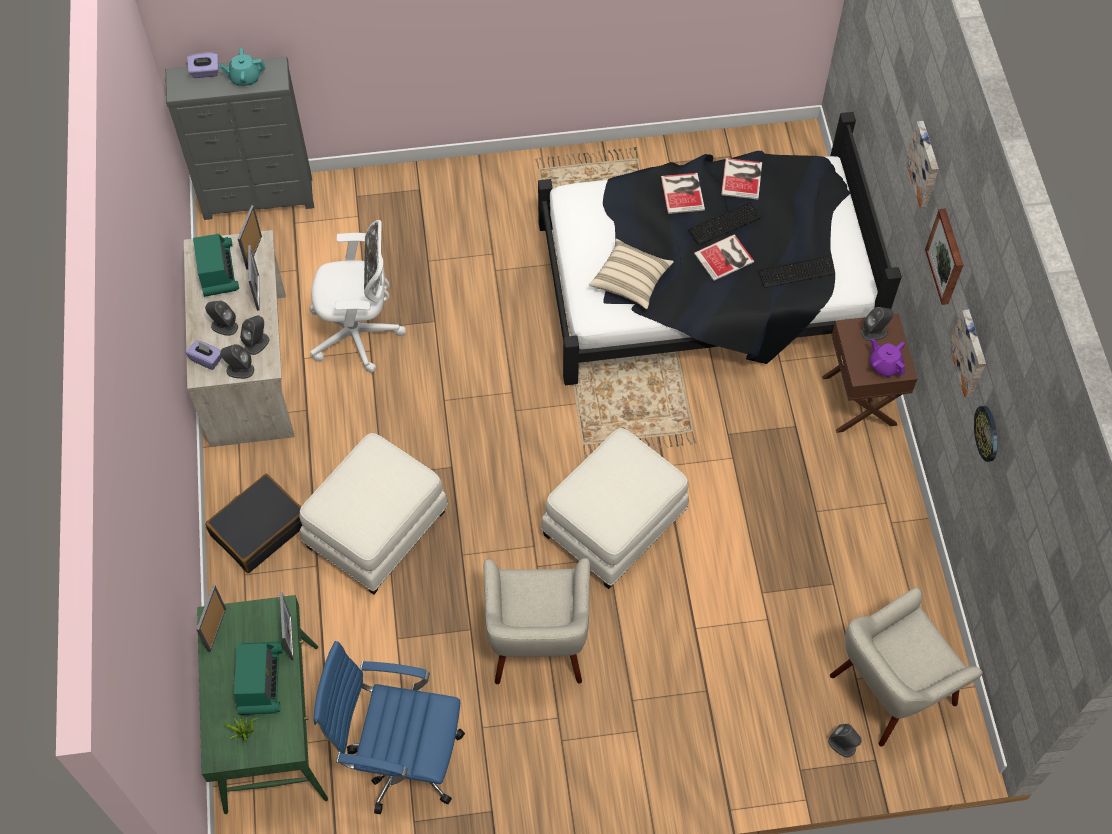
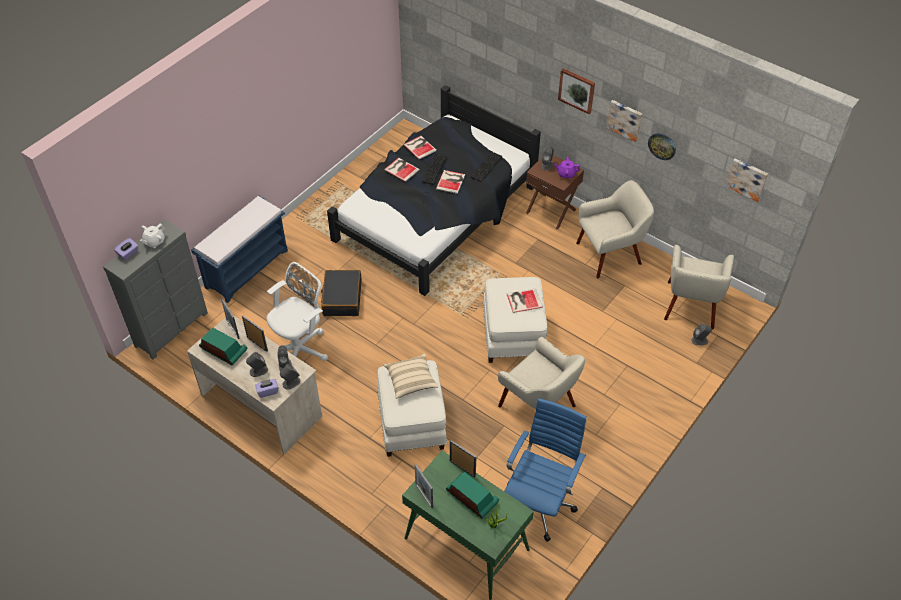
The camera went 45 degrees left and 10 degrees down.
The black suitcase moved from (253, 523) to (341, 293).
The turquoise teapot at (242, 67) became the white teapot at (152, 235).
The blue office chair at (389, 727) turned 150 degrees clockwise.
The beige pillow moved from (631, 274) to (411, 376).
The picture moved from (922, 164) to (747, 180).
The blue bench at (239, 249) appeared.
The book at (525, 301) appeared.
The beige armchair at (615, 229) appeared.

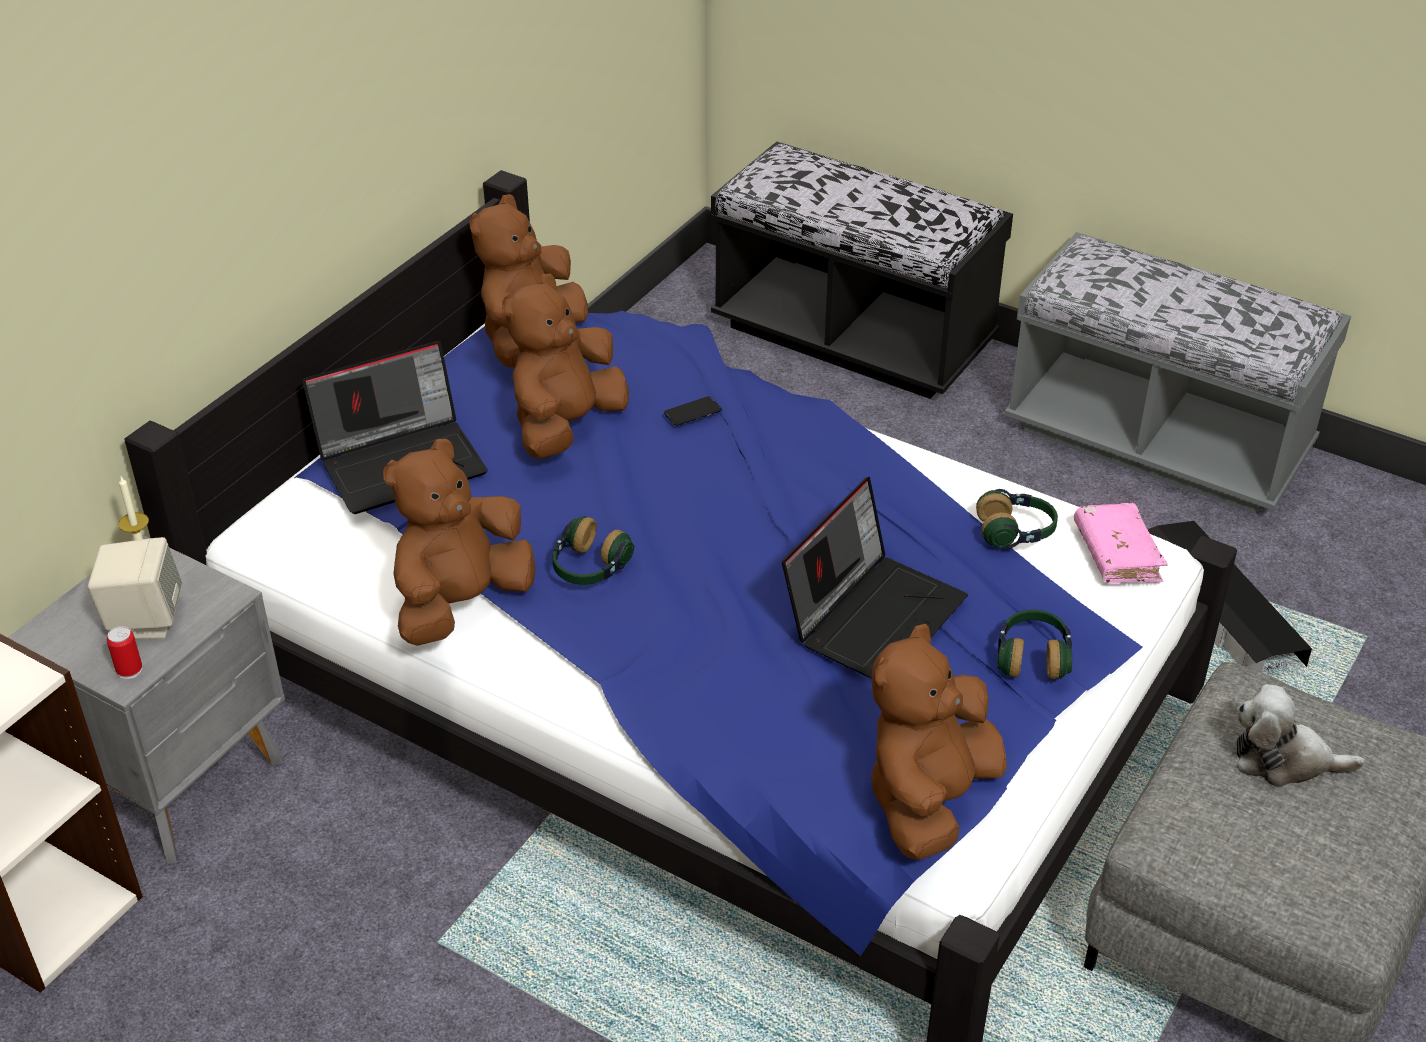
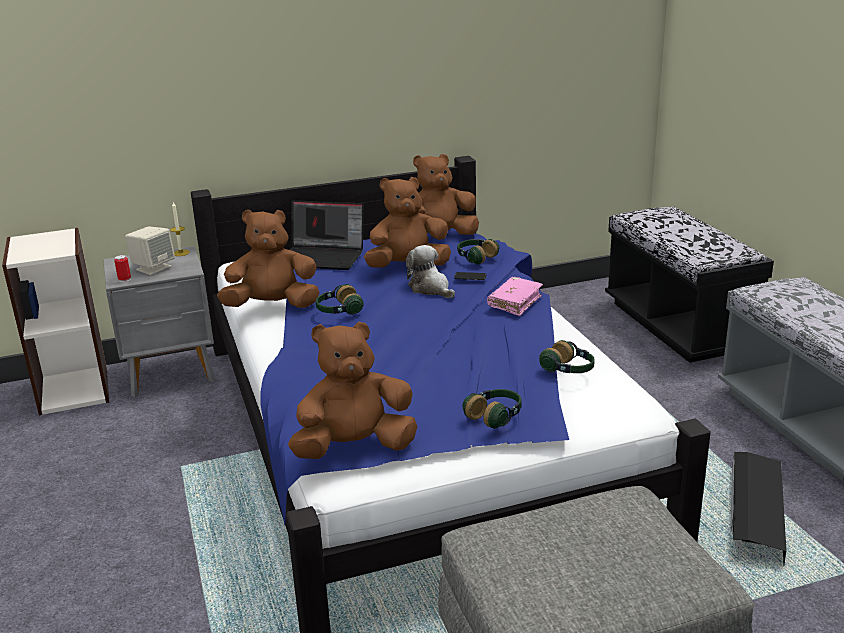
The camera went 40 degrees right and 15 degrees down.
The laptop at (875, 578) disappeared.
The pink book moved from (1121, 543) to (515, 296).
The plush toy moved from (1301, 735) to (430, 271).
The headphones at (478, 251) appeared.

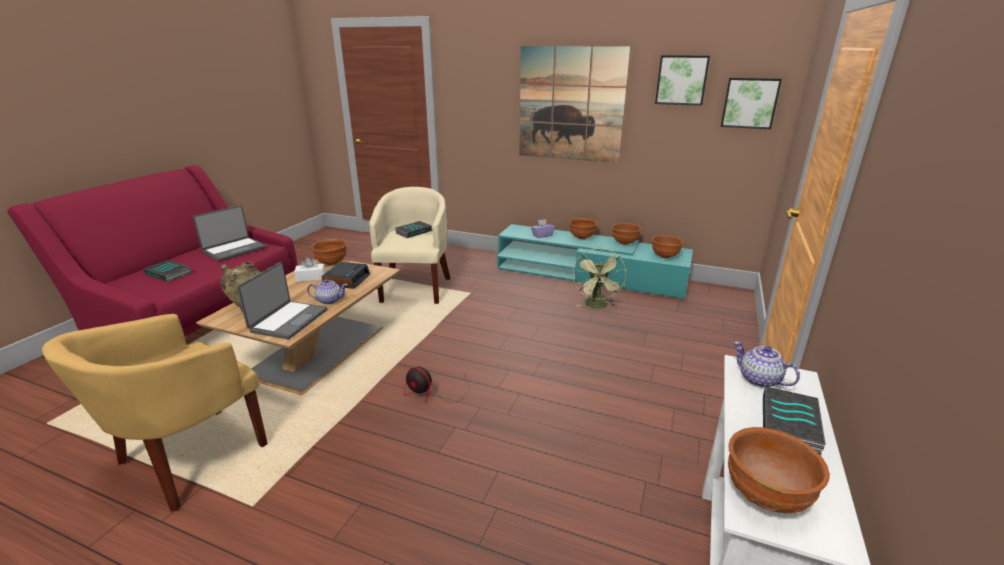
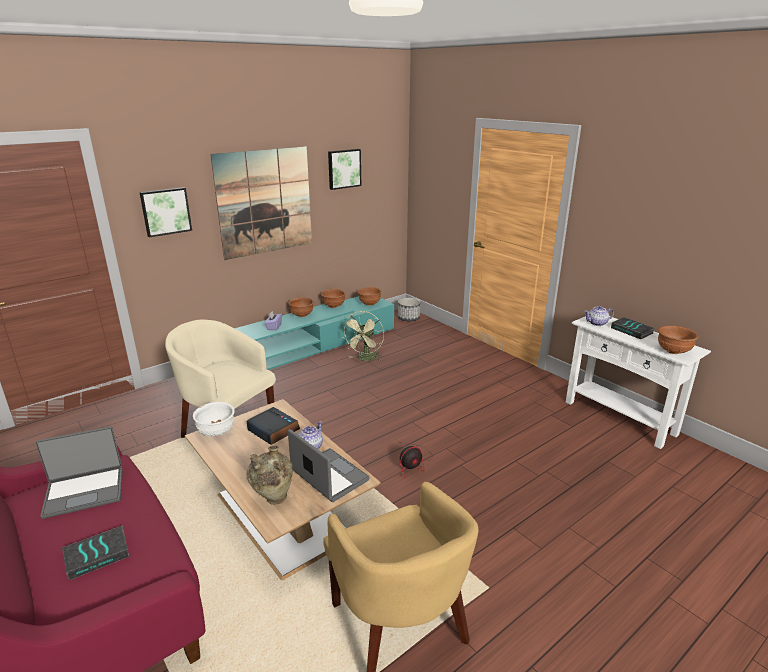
The camera went 60 degrees left and 0 degrees up.
The laptop at (229, 233) turned 90 degrees clockwise.
The white tissue box at (309, 269) disappeared.
The brown bowl at (329, 252) became the white bowl at (214, 419).
The book at (413, 229) disappeared.
The green fan at (599, 278) turned 75 degrees clockwise.
The picture moved from (751, 103) to (165, 212).
The planter at (409, 309) appeared.

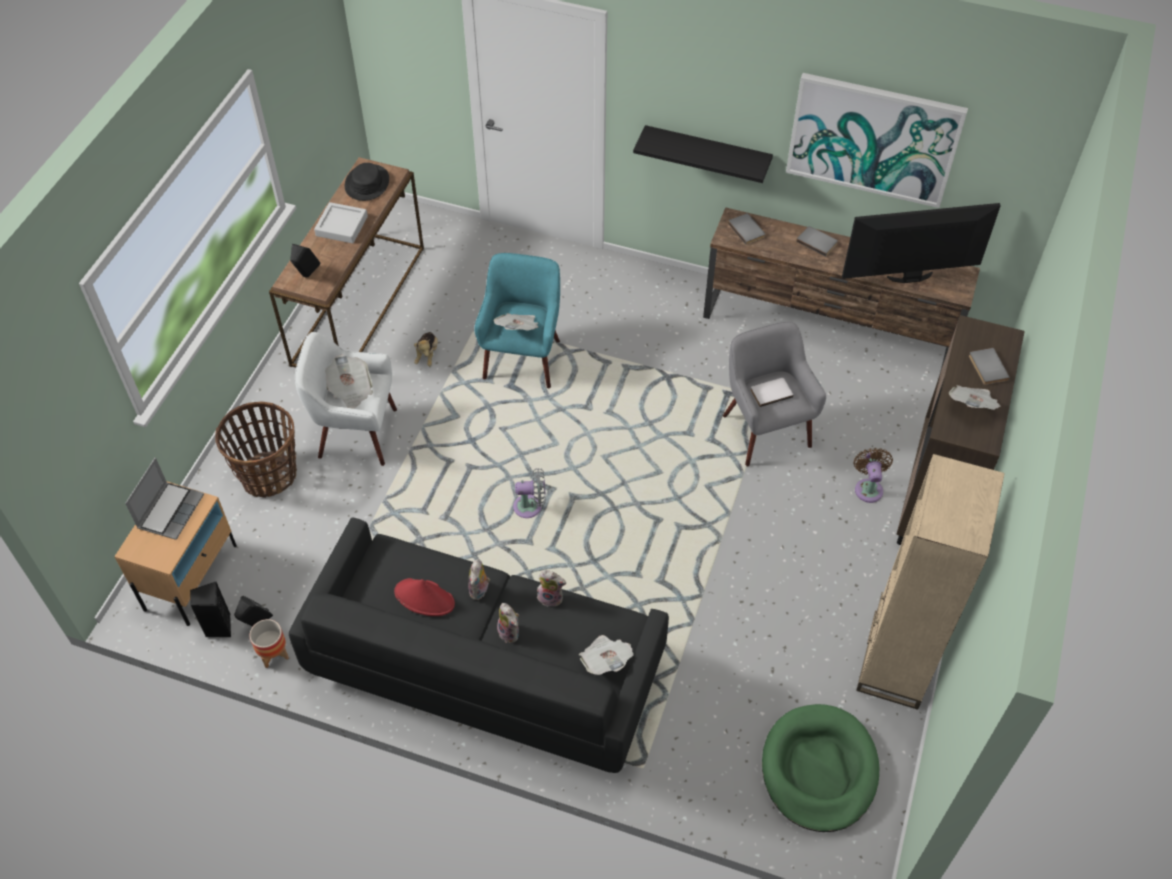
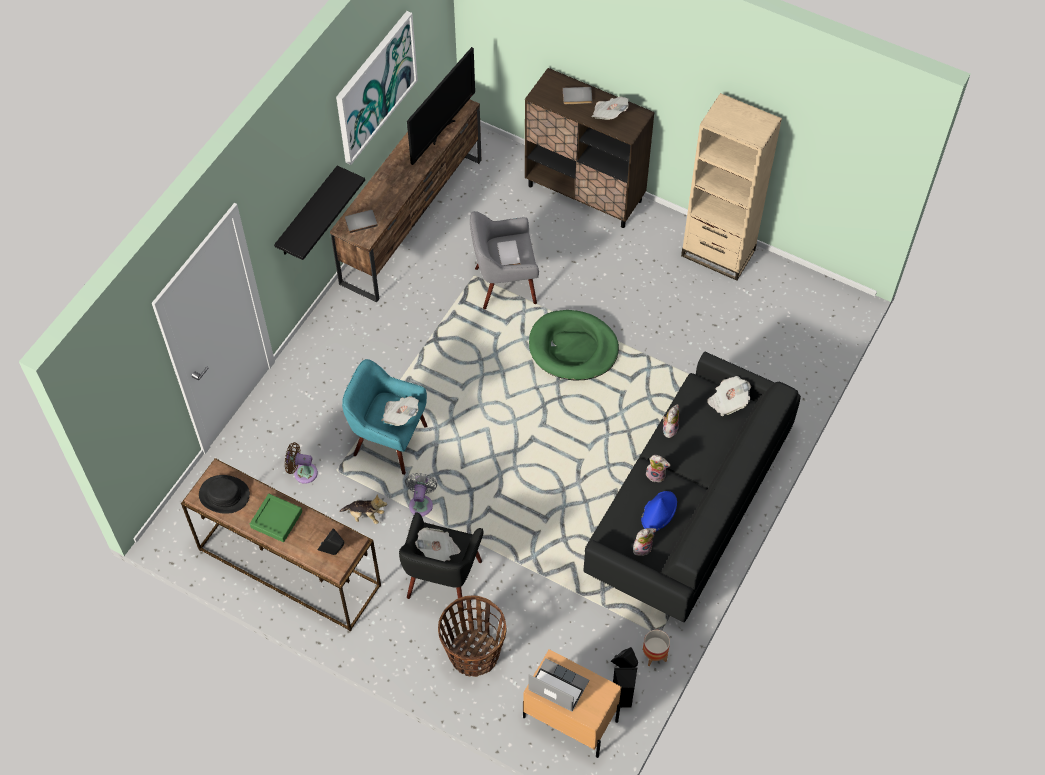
The camera went 80 degrees left and 5 degrees up.
The white armchair at (346, 399) became the black armchair at (441, 562).
The grey tray at (341, 222) became the green tray at (276, 518).
The red hat at (424, 597) became the blue hat at (659, 511).
The plush toy moved from (508, 623) to (645, 542).
The grey fan moved from (529, 493) to (421, 494).
The green dog bed moved from (820, 768) to (574, 345).
The grey book at (817, 241) disappeared.
The television at (921, 243) turned 150 degrees counterclockwise.
The brown fan moved from (873, 475) to (301, 463).

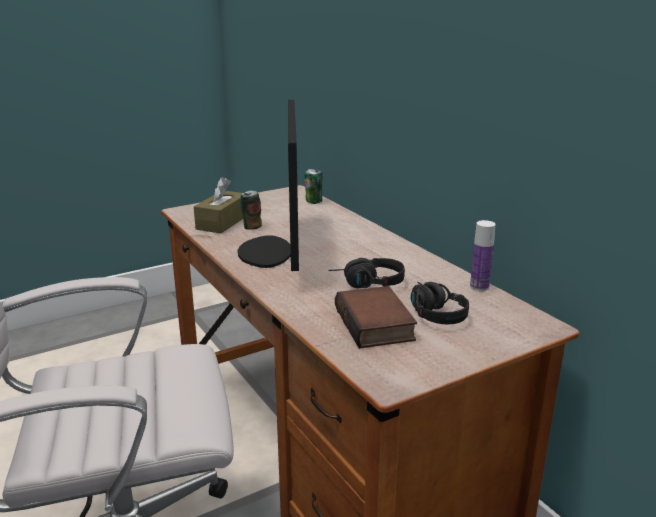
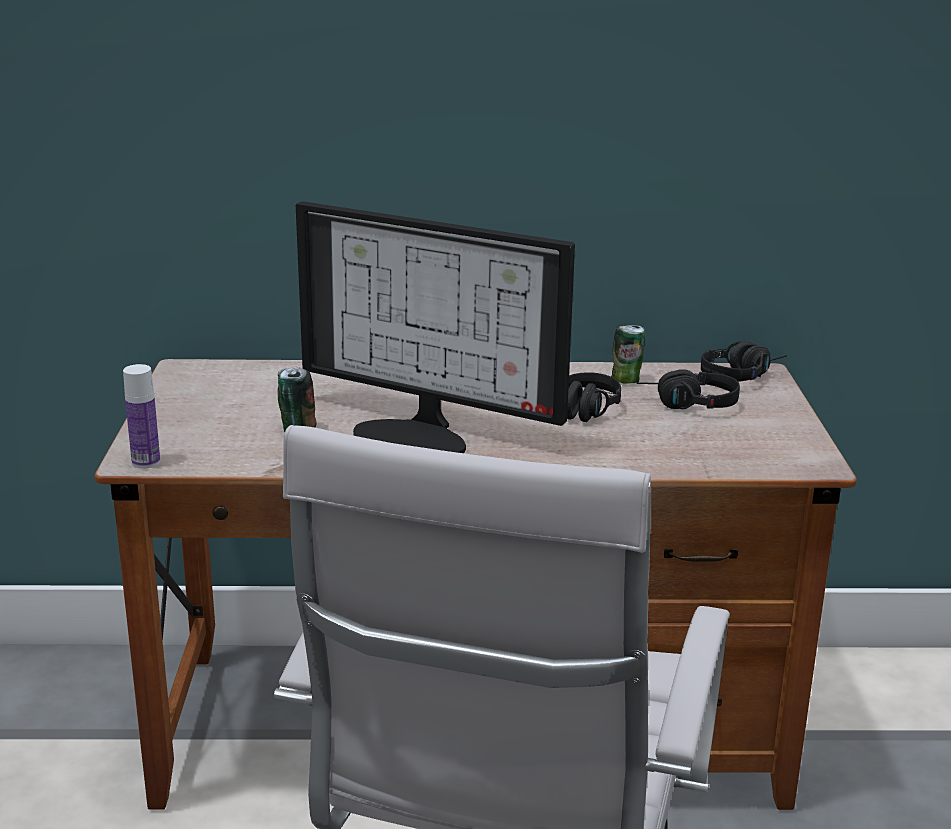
The camera went 60 degrees left and 0 degrees up.
The brown tissue box at (218, 205) disappeared.
The can moved from (314, 186) to (628, 354).
The book at (376, 317) disappeared.
The bottle moved from (483, 255) to (141, 416).
The black headphones at (744, 361) appeared.

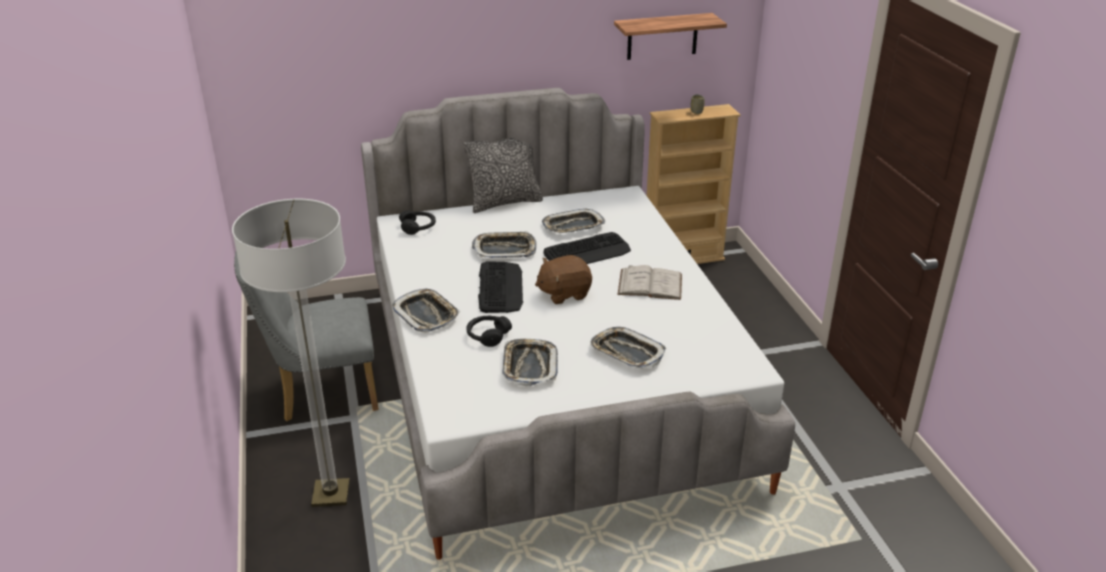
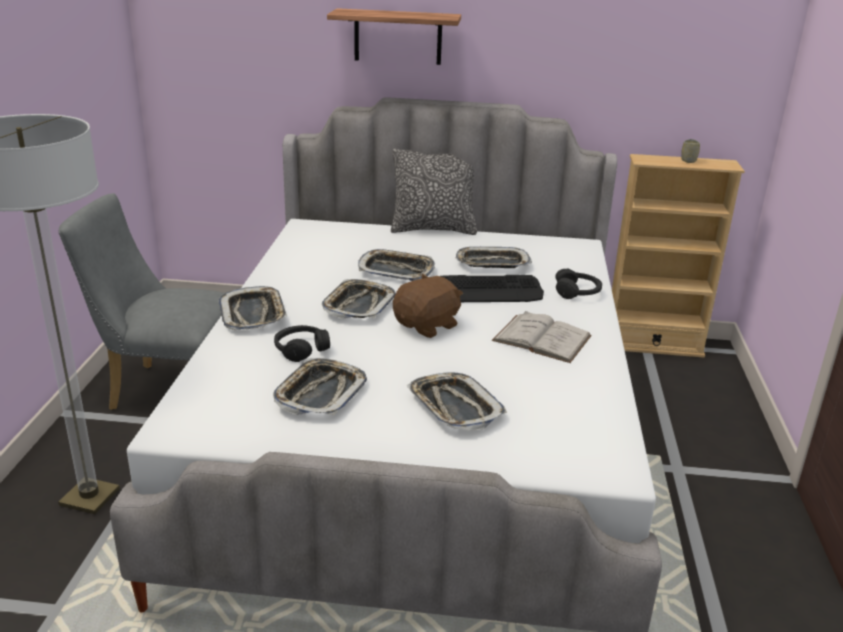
The camera went 20 degrees right and 5 degrees down.
The black headphones moved from (417, 222) to (578, 283).
The keyboard at (500, 287) was replaced by the tray at (359, 299).
The brown plush toy at (563, 279) turned 135 degrees clockwise.
The shelf moved from (670, 36) to (394, 36).

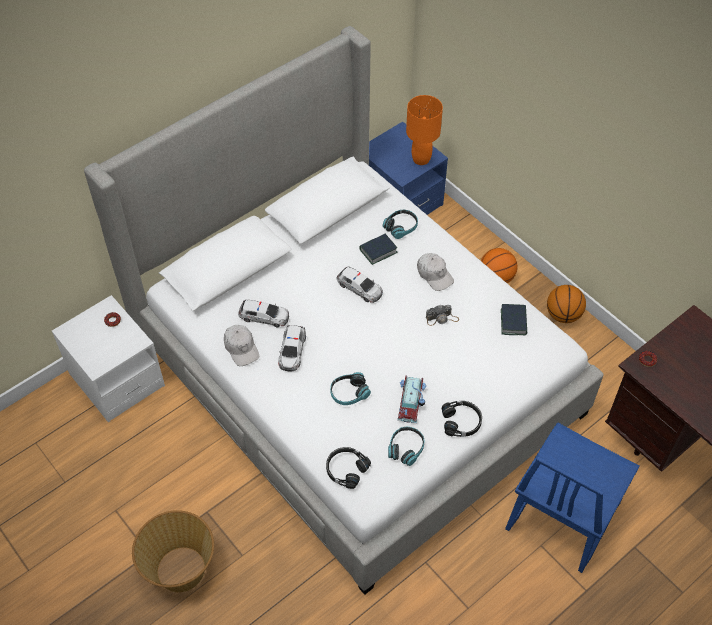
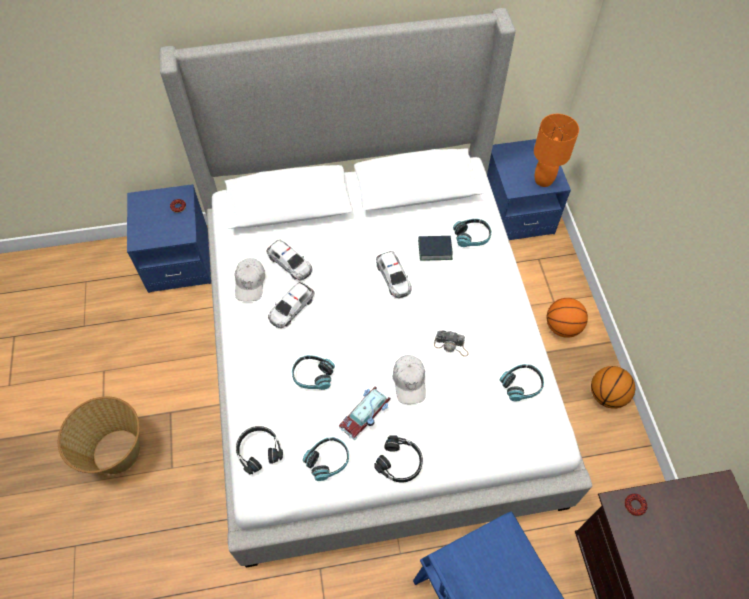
The camera went 30 degrees right and 5 degrees up.
The white nightstand at (108, 358) became the blue nightstand at (169, 238).
The white cap moved from (435, 272) to (409, 379).
The book at (514, 319) was replaced by the headphones at (522, 382).

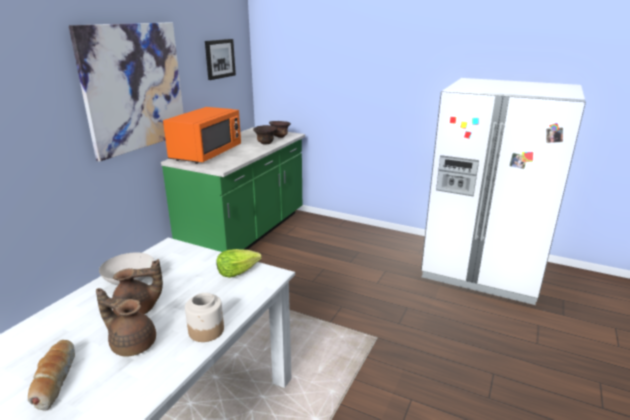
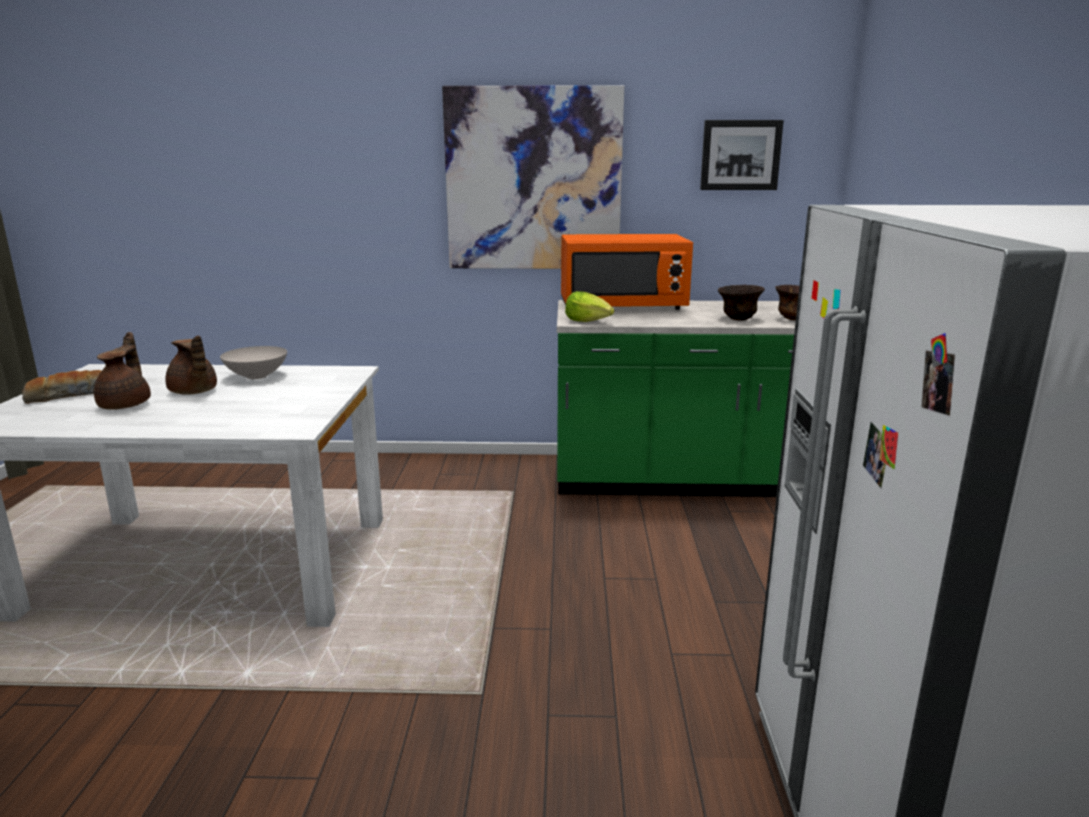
The camera went 65 degrees right and 5 degrees down.
The jar at (204, 317) disappeared.
The lettuce moved from (239, 263) to (589, 306).

